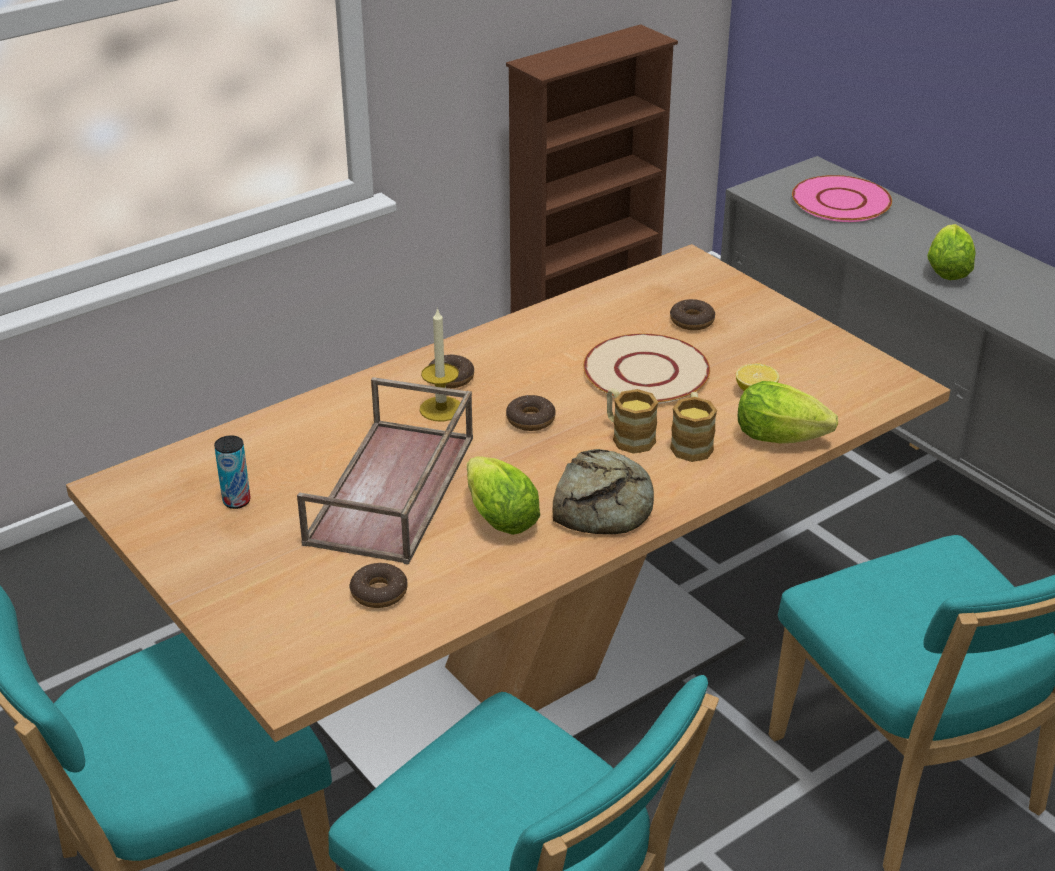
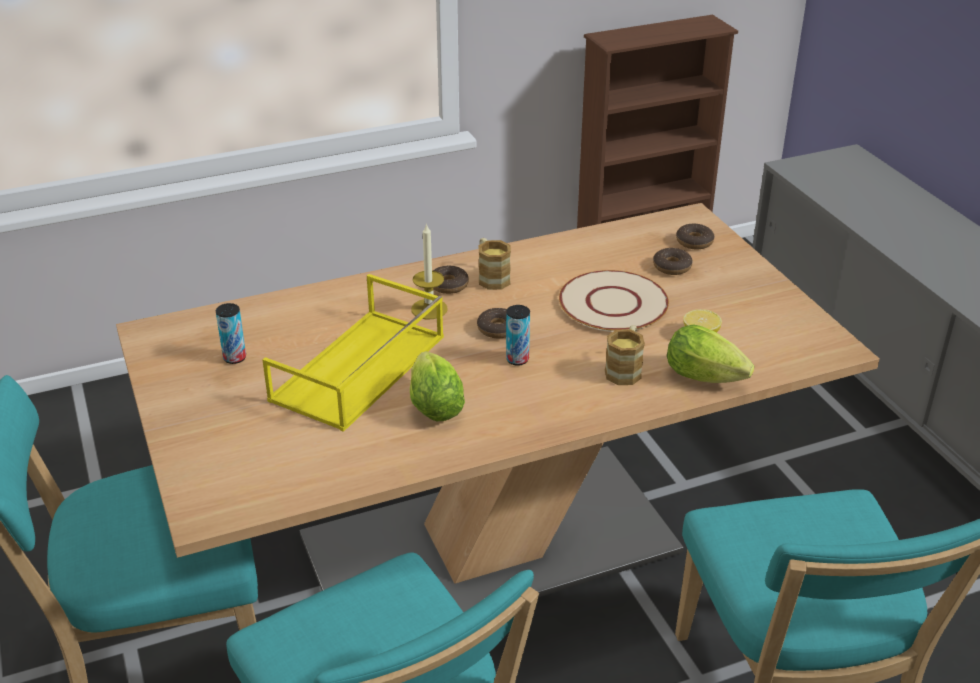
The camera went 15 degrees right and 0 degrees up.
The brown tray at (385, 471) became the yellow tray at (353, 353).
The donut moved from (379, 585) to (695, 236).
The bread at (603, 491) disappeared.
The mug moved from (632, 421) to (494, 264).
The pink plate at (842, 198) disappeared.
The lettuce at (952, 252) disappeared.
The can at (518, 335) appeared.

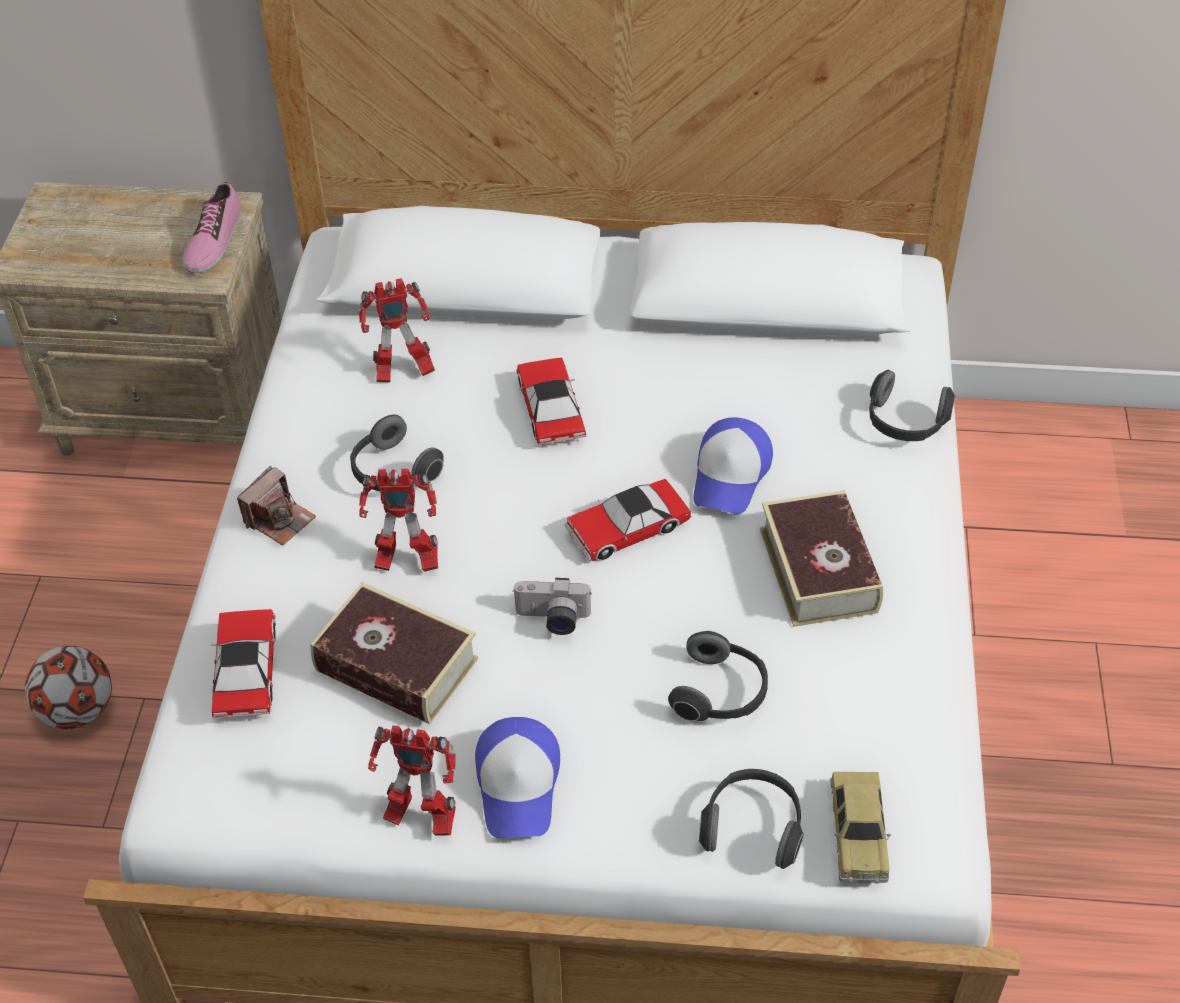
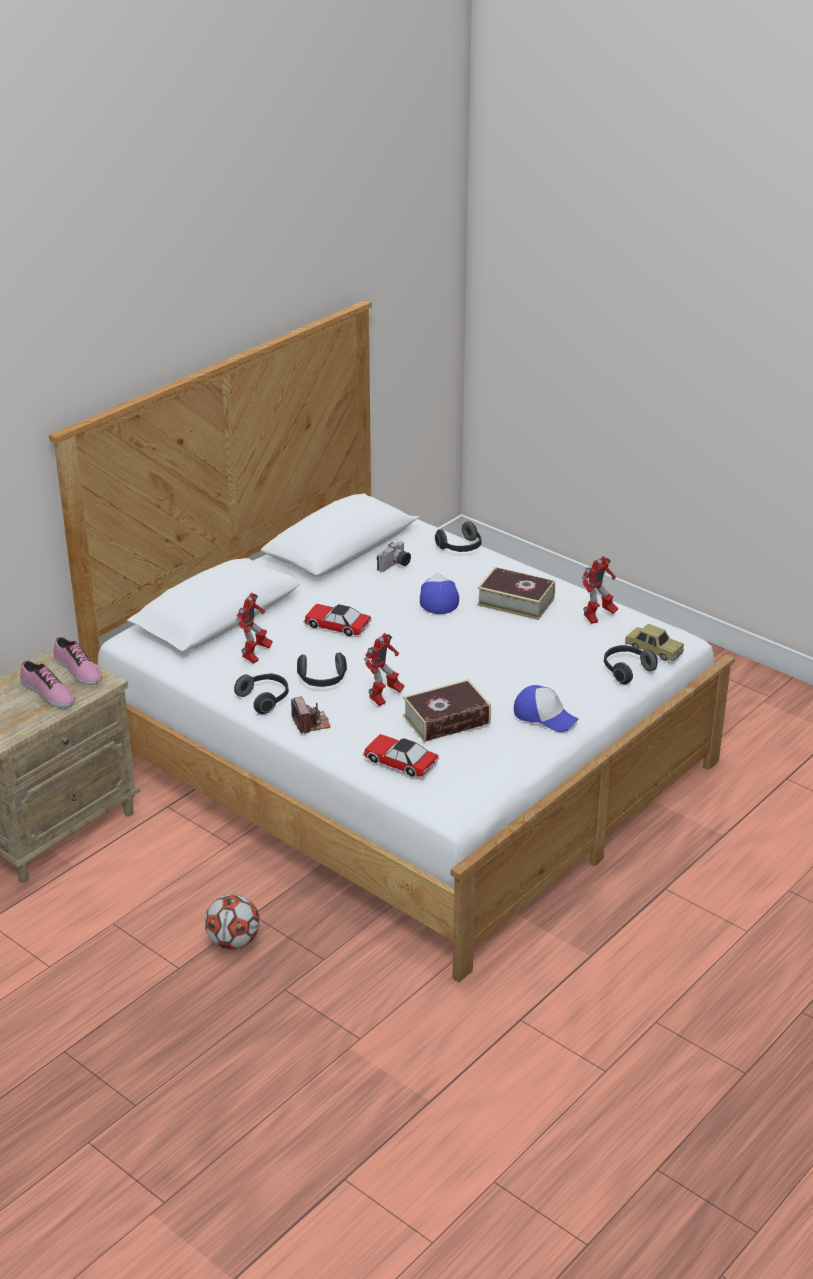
The camera went 55 degrees left and 15 degrees down.
The toy robot moved from (412, 780) to (600, 590).
The photo camera moved from (552, 606) to (394, 556).
The toy car at (627, 520) disappeared.
The headphones moved from (718, 676) to (261, 693).
The cap at (733, 465) turned 150 degrees counterclockwise.
The shoe at (47, 684) appeared.

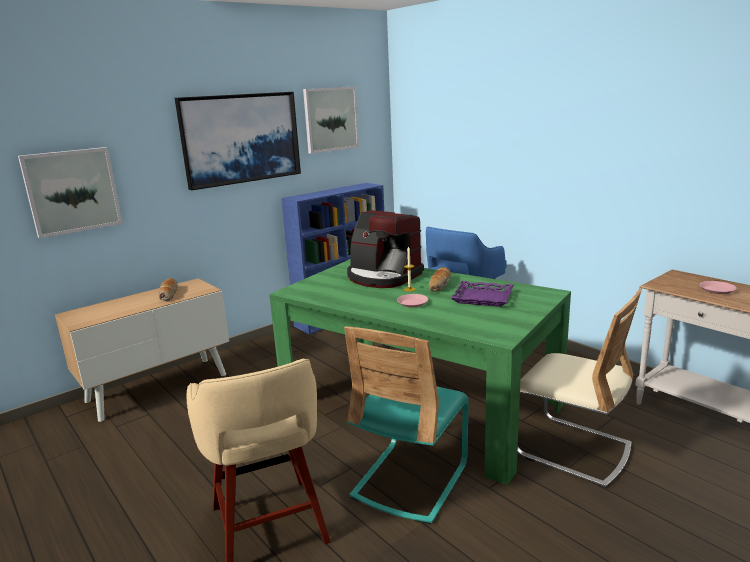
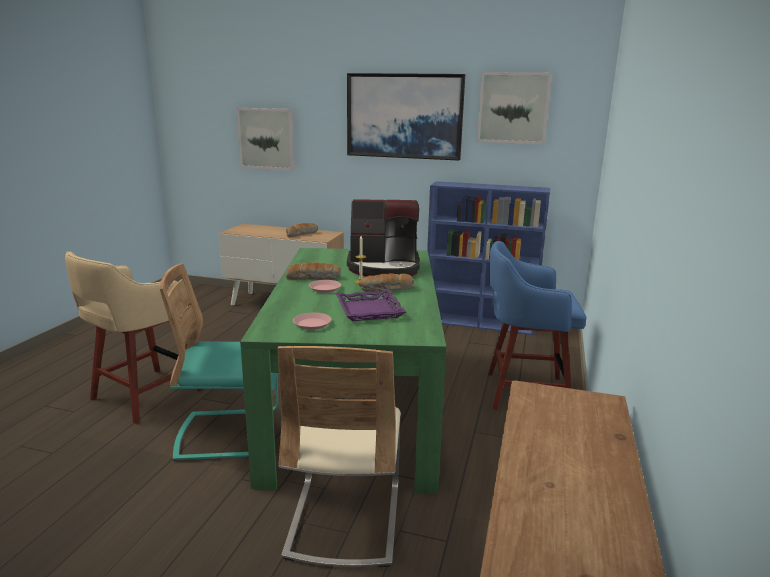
The camera went 55 degrees right and 0 degrees up.
The coffee machine at (385, 249) turned 90 degrees counterclockwise.
The pink plate moved from (718, 287) to (312, 321).
The bread at (313, 271) appeared.

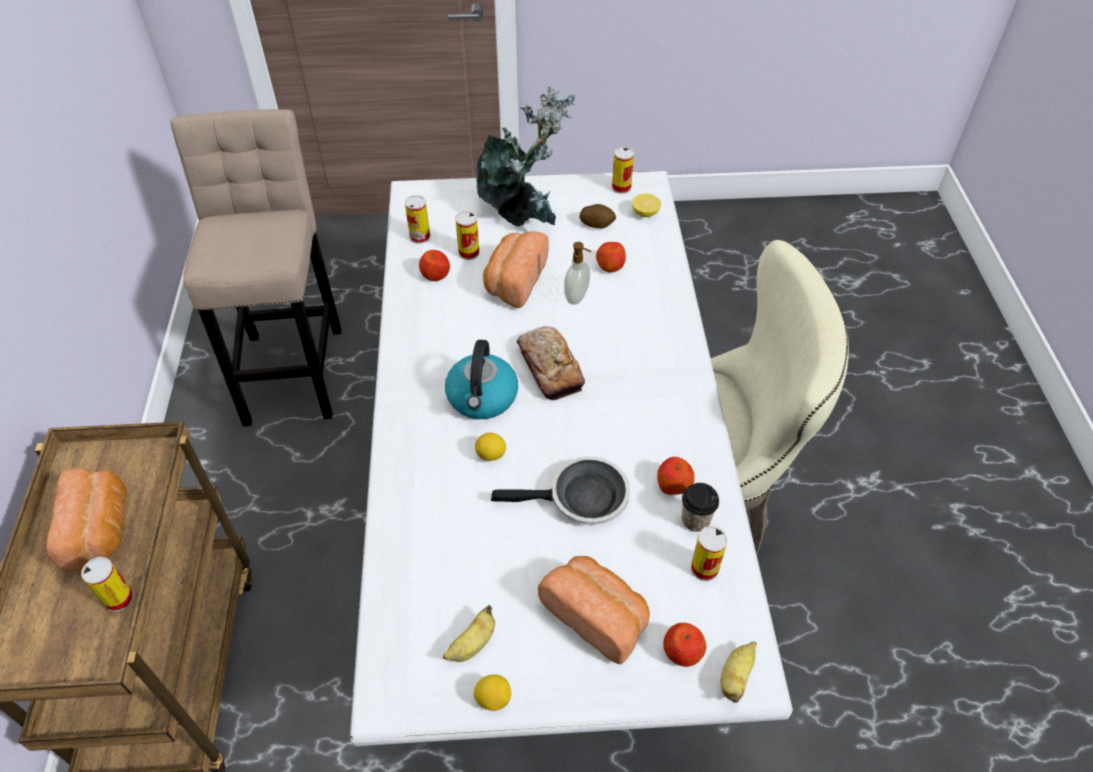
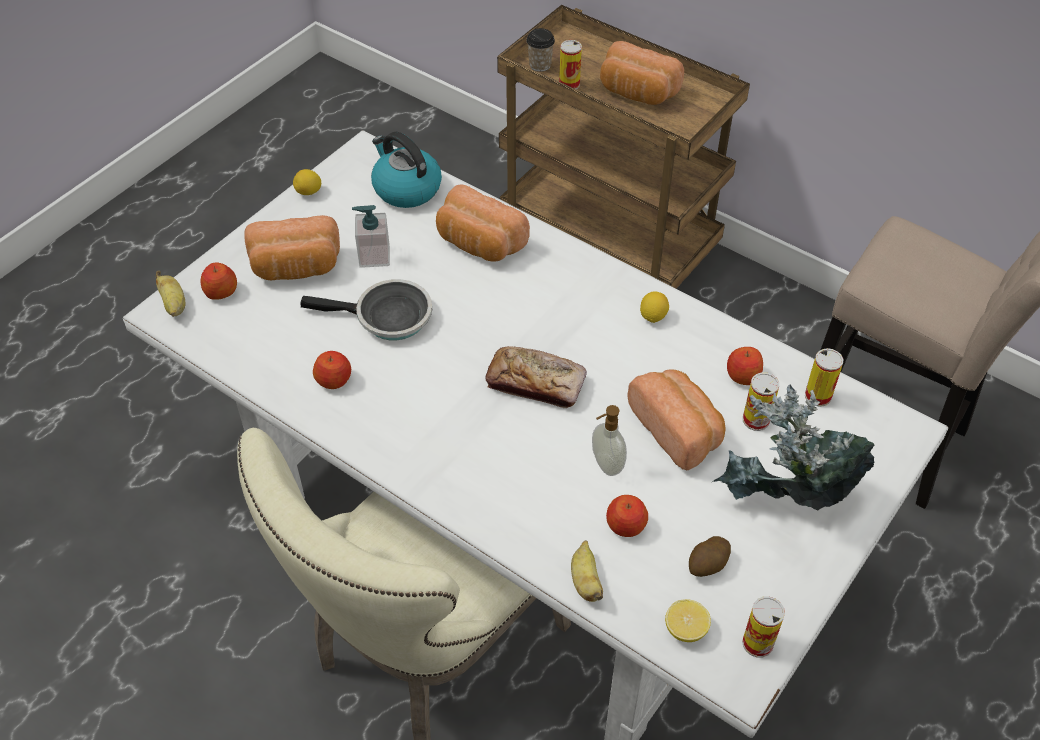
The camera went 130 degrees right and 0 degrees up.
The banana moved from (469, 633) to (587, 571).
The kettle moved from (481, 379) to (406, 170).
The lemon moved from (490, 447) to (654, 307).
The frying pan at (560, 490) turned 120 degrees counterclockwise.
The cup moved from (700, 507) to (540, 50).
The can at (709, 553) disappeared.
The soap dispenser at (371, 236) appeared.
The bread at (483, 223) appeared.

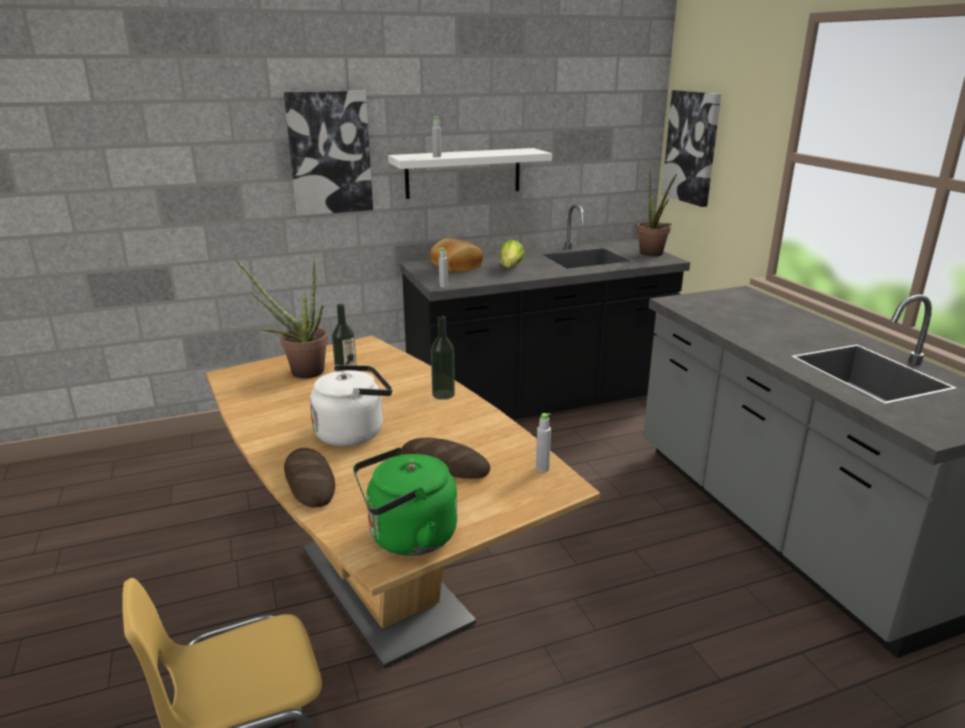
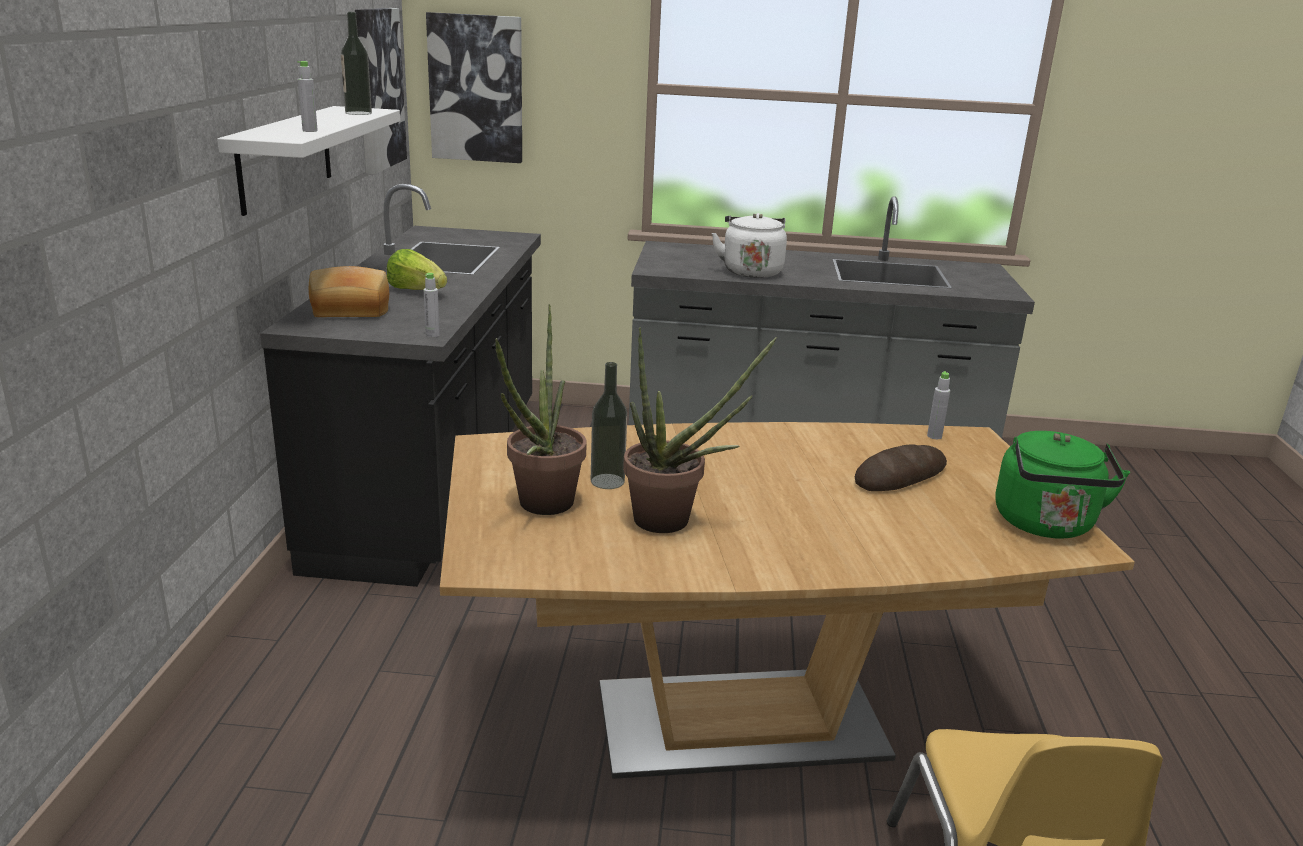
The camera went 65 degrees left and 0 degrees up.
The picture moved from (328, 153) to (381, 91).
The bread at (309, 478) disappeared.
The white kettle moved from (351, 405) to (749, 245).
The bottle moved from (443, 358) to (356, 63).
The potted plant moved from (657, 212) to (700, 430).

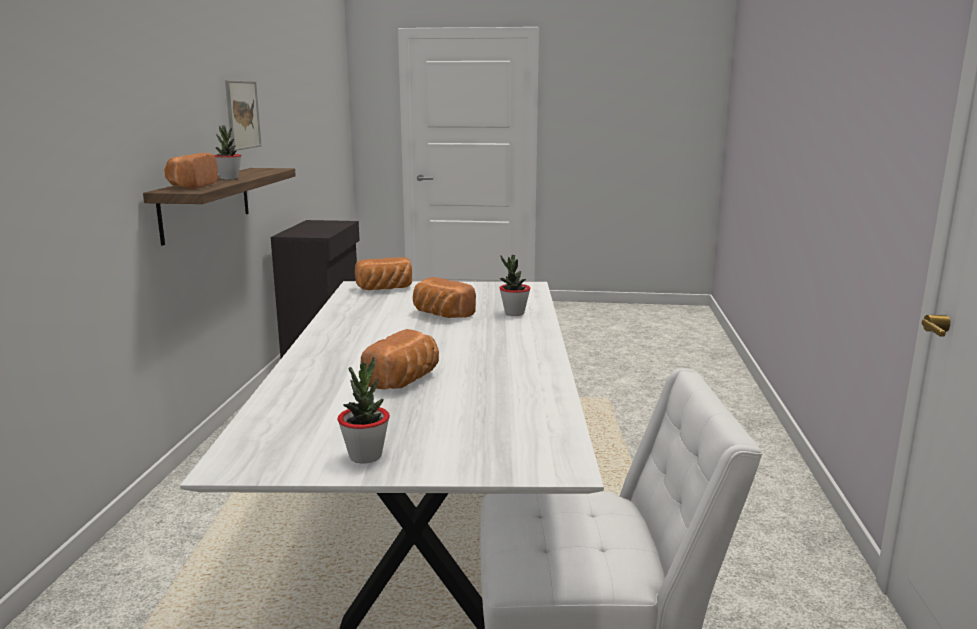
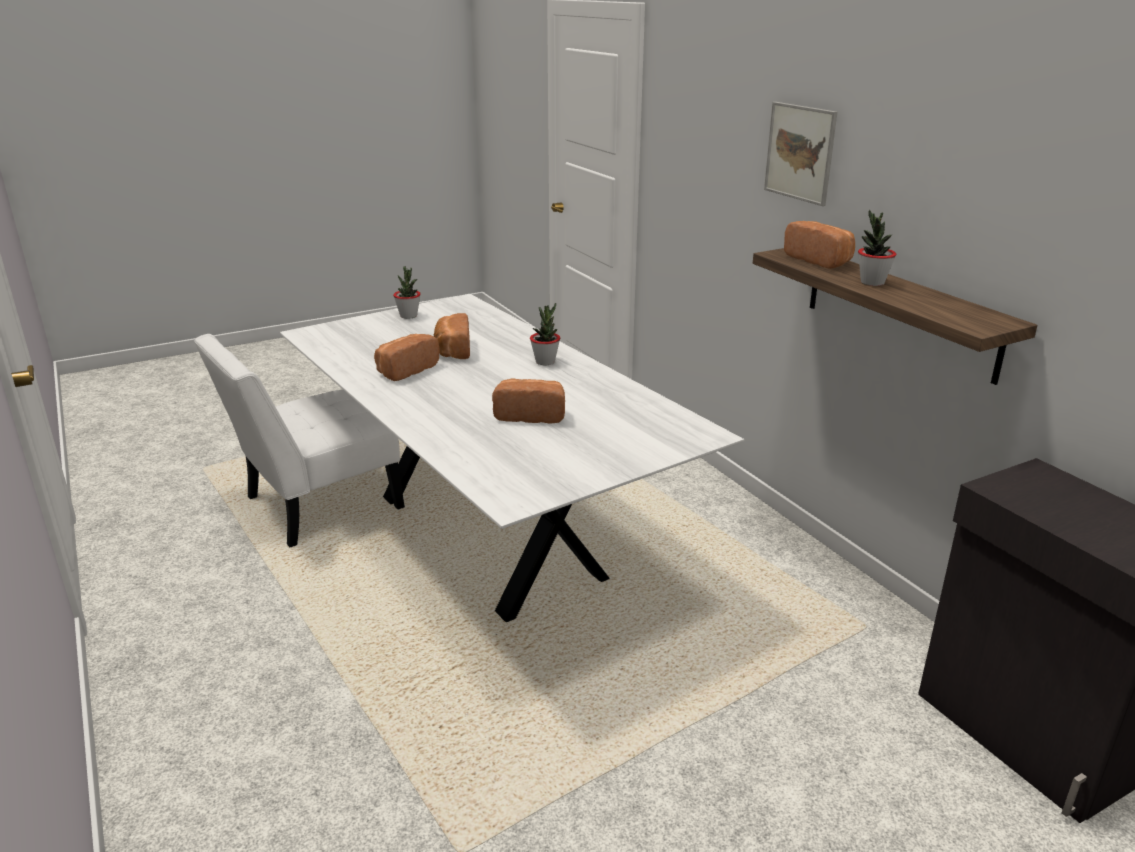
The camera went 145 degrees right and 10 degrees up.
The picture moved from (243, 115) to (800, 154).
The bread moved from (383, 273) to (407, 357).
The potted plant moved from (515, 285) to (545, 334).

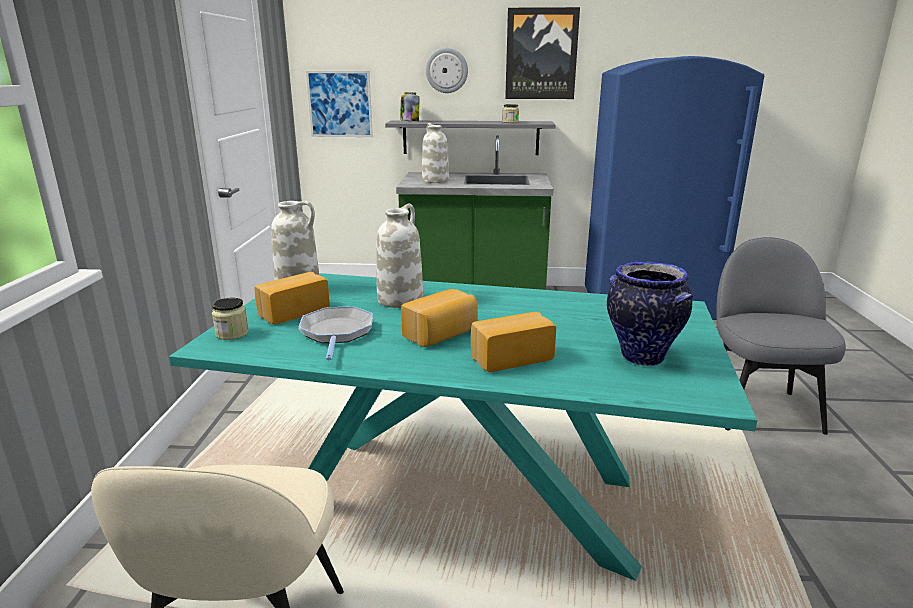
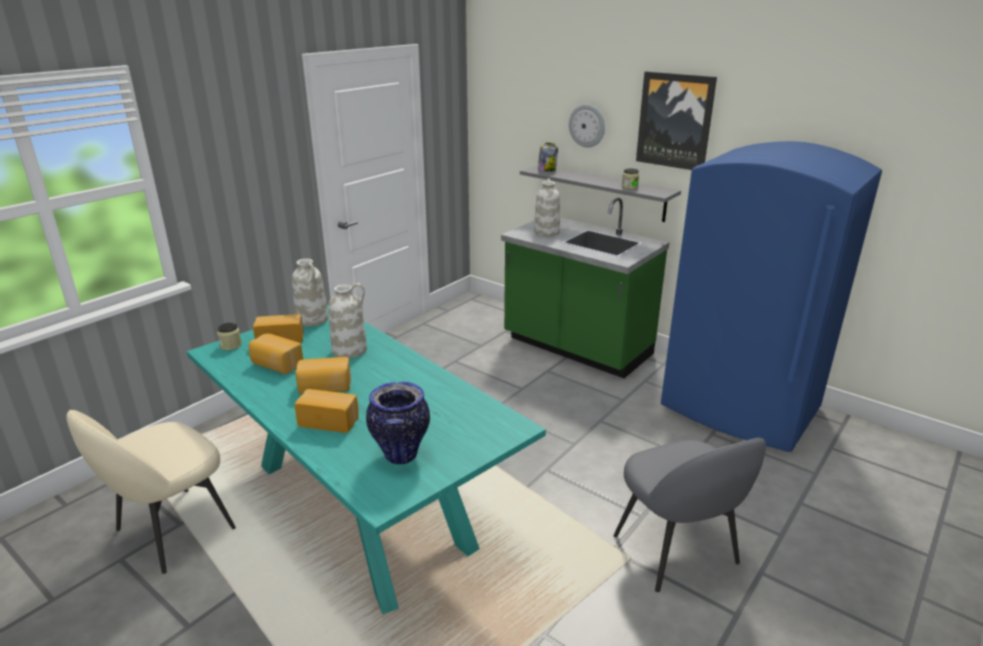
The camera went 35 degrees right and 5 degrees up.
The frying pan at (336, 333) was replaced by the bread at (276, 353).
The picture at (339, 104) disappeared.
The grey chair at (781, 336) turned 120 degrees clockwise.

